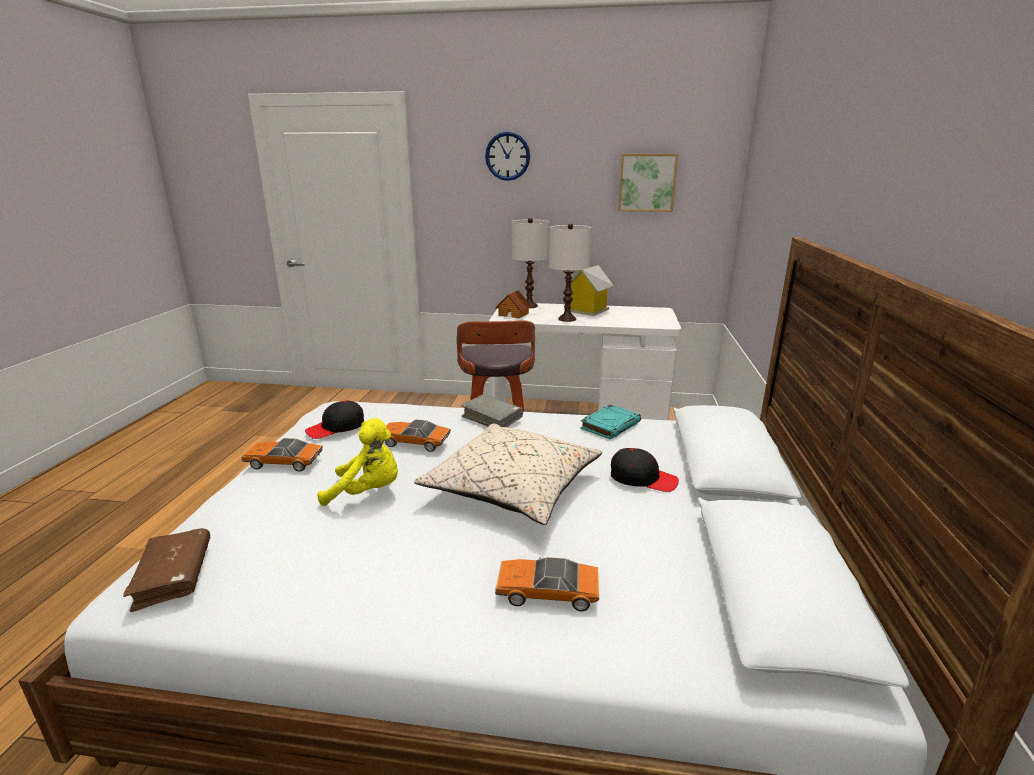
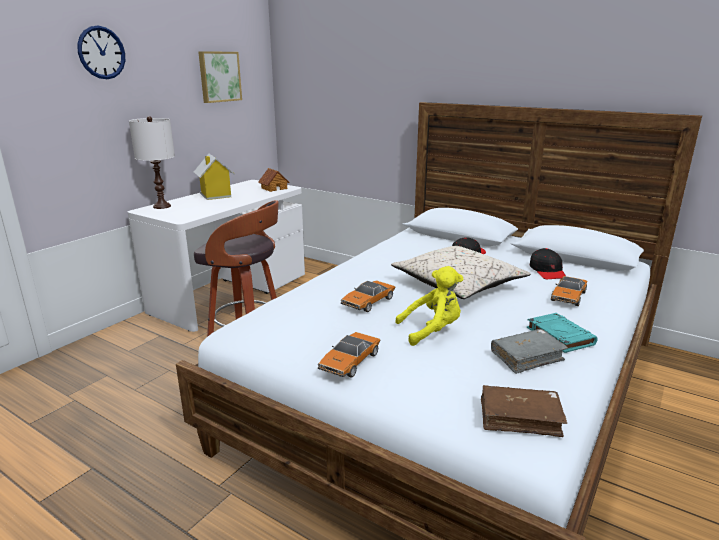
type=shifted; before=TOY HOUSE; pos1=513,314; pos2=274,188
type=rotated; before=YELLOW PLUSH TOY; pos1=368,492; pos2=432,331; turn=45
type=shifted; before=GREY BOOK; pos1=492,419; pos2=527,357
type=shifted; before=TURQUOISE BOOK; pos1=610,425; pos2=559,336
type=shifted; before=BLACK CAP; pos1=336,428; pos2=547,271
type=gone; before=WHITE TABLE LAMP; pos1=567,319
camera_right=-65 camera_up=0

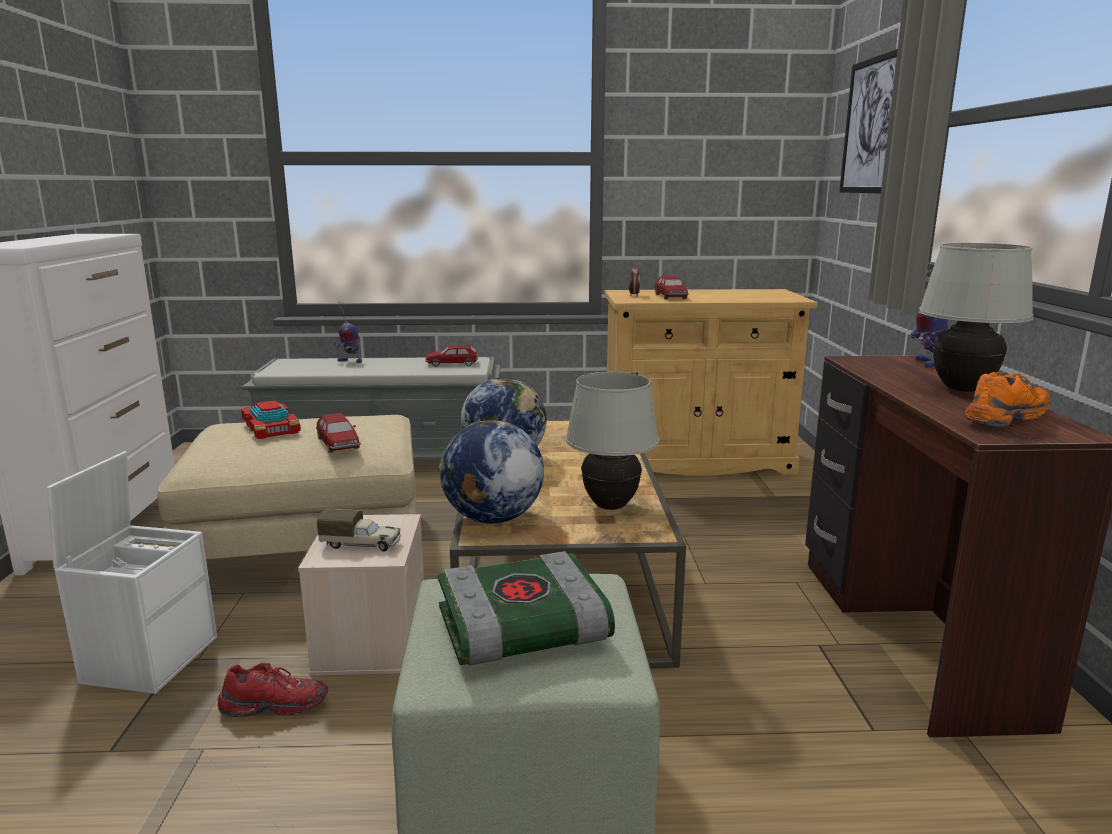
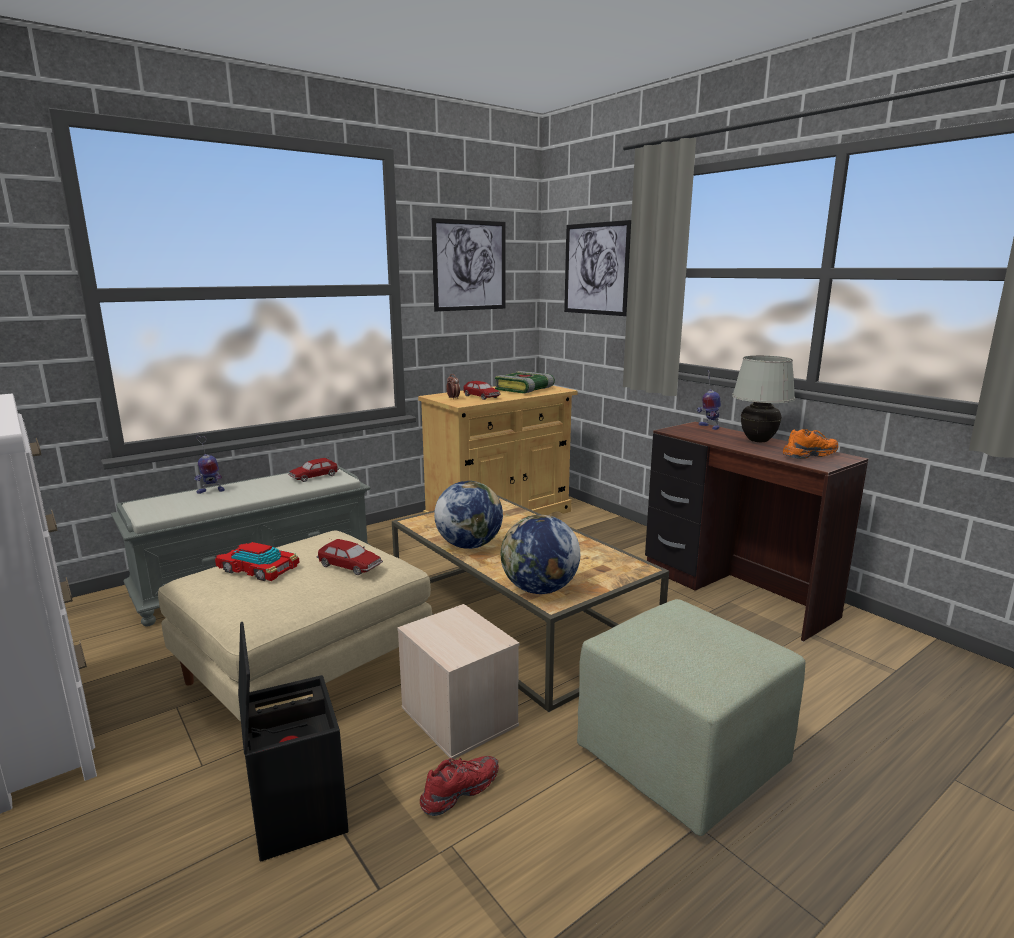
type=repainted; before=WHITE STORAGE BOX; after=BLACK STORAGE BOX; pos1=151,657; pos2=296,810
type=new; after=PICTURE; pos2=469,265
type=shifted; before=BOOK; pos1=520,629; pos2=524,389
type=rotated; before=ORANGE SHOE; pos1=1004,419; pos2=809,456; turn=45
type=gone; before=TOY TRUCK; pos1=362,544
type=gone; before=WHITE TABLE LAMP; pos1=611,506
camera_right=-35 camera_up=0

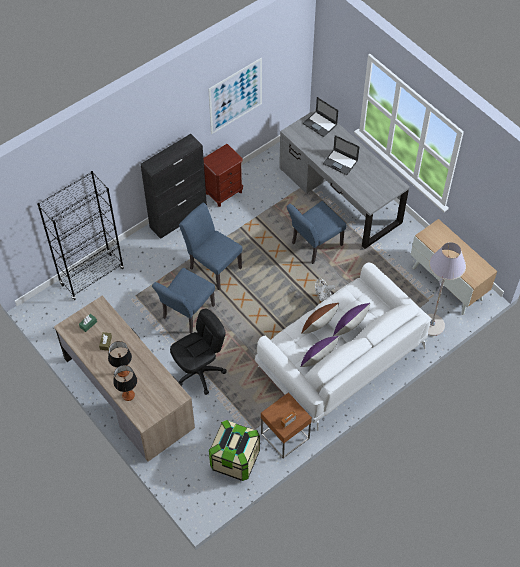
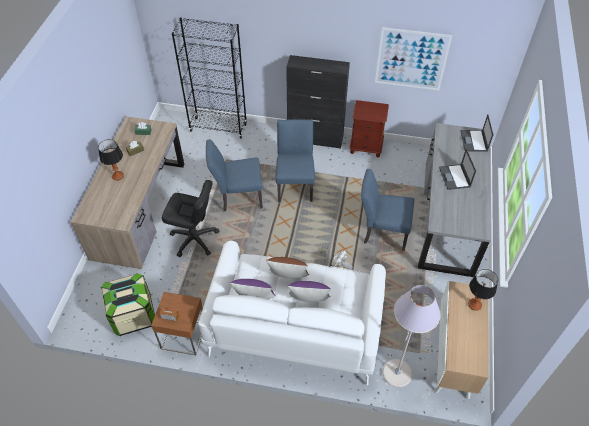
type=shifted; before=TABLE LAMP; pos1=128,395; pos2=475,304
camera_right=50 camera_up=-5

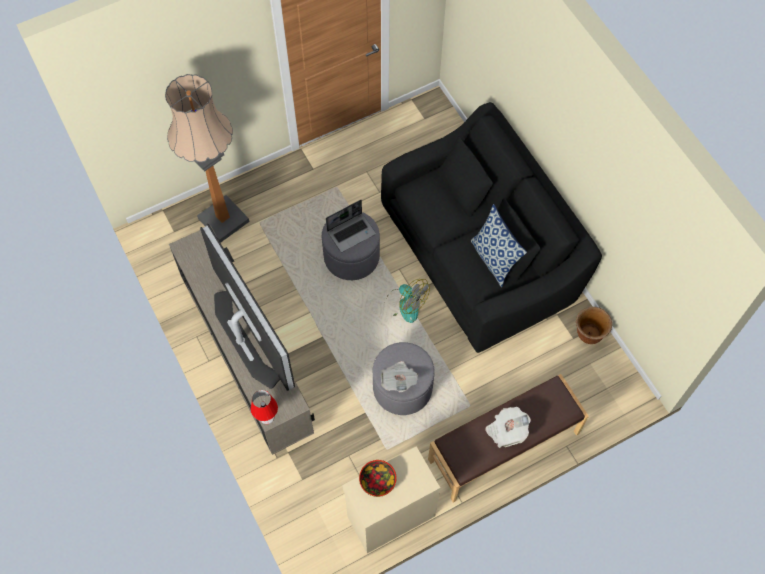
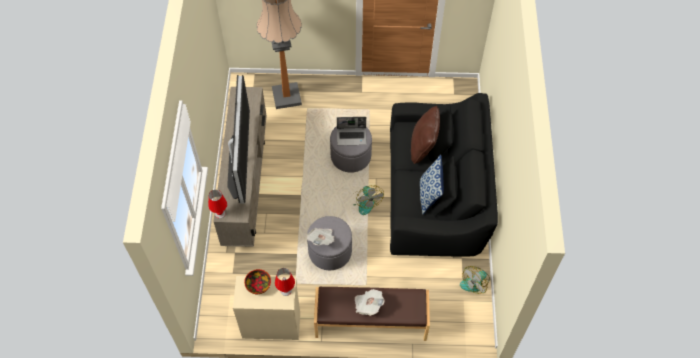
type=new; after=RED TABLE LAMP; pos2=286,290
type=new; after=BROWN PILLOW; pos2=423,147
type=swapped; before=BROWN PLANTER; after=FAN; pos1=589,334; pos2=475,282
camera_right=30 camera_up=-5

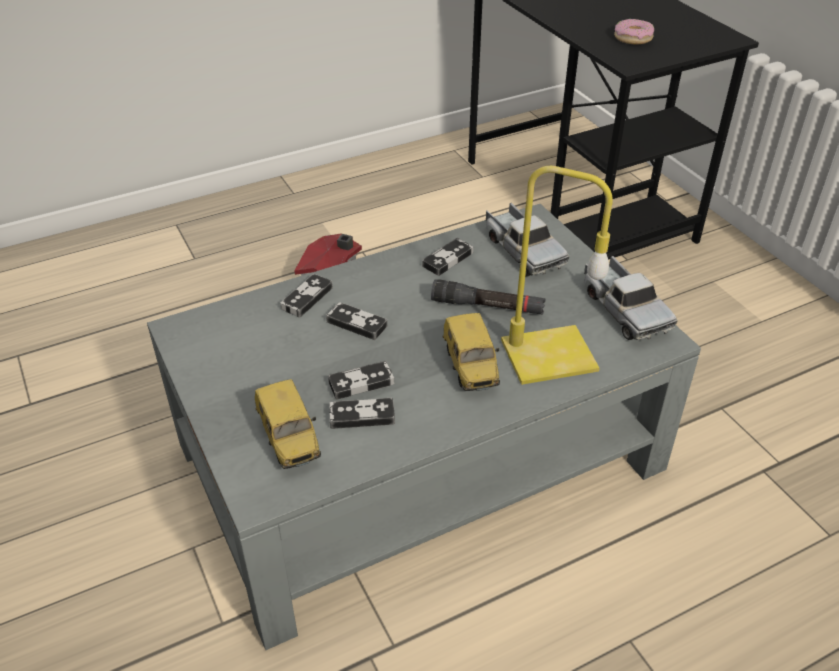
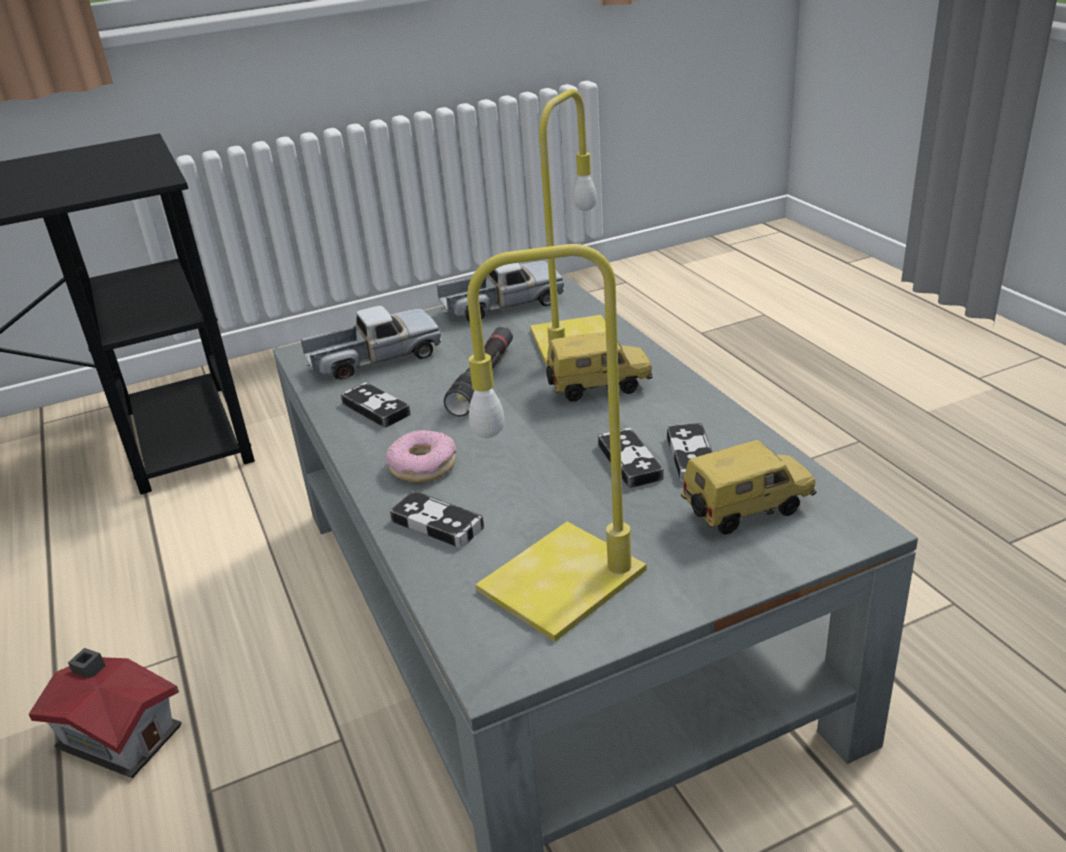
type=shifted; before=DONUT; pos1=633,38; pos2=423,466
type=new; after=YELLOW TABLE LAMP; pos2=563,577
type=gone; before=GAME CONTROLLER; pos1=356,324
camera_right=-85 camera_up=-10

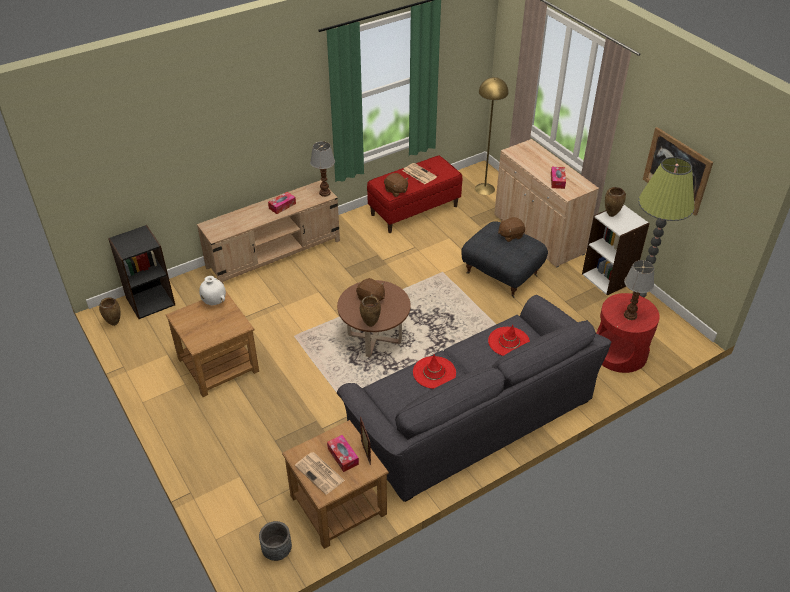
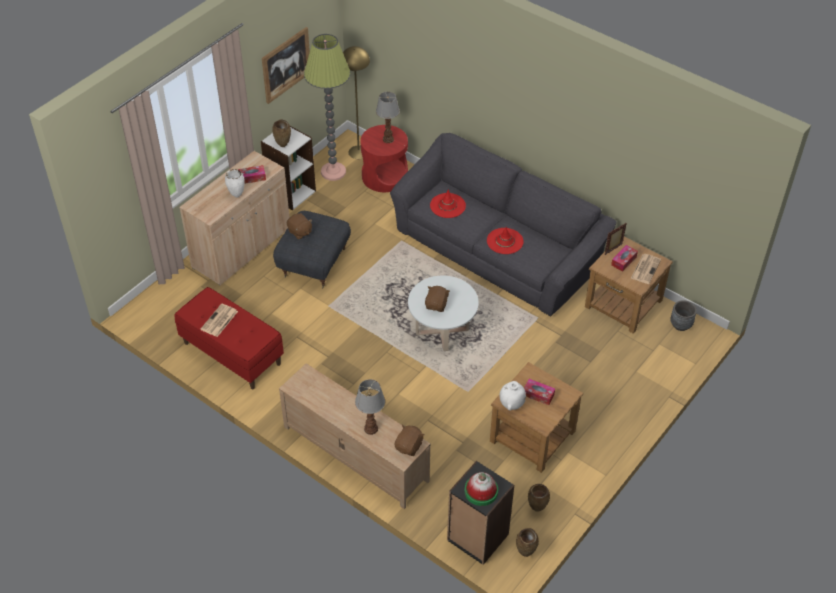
type=new; after=WHITE VASE; pos2=236,196
type=shifted; before=YELLOW FLOOR LAMP; pos1=484,189; pos2=358,152
type=shifted; before=TABLE LAMP; pos1=324,193; pos2=371,428
type=shifted; before=BROWN PLUSH TOY; pos1=396,191; pos2=409,446
type=repainted; before=BROWN COFFEE TABLE; after=WHITE COFFEE TABLE; pos1=374,338; pos2=442,331
type=new; after=HAT; pos2=481,491
type=shifted; before=TISSUE BOX; pos1=282,206; pos2=538,394
type=shifted; before=BROWN VASE; pos1=370,324; pos2=536,509
camera_right=-110 camera_up=5

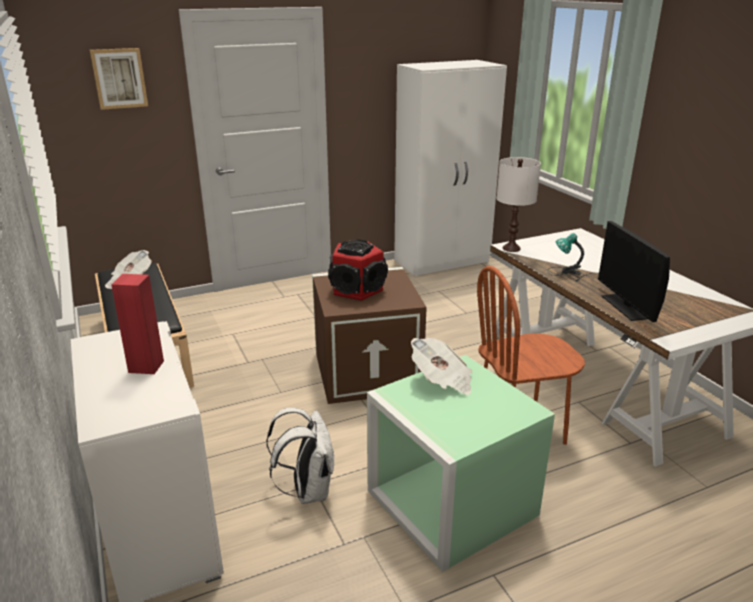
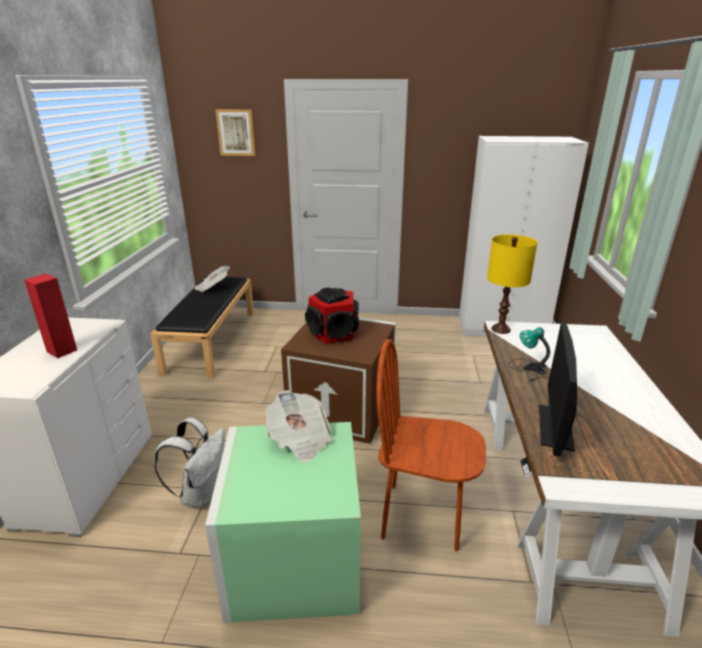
type=repainted; before=WHITE TABLE LAMP; after=YELLOW TABLE LAMP; pos1=511,248; pos2=501,329
camera_right=30 camera_up=0

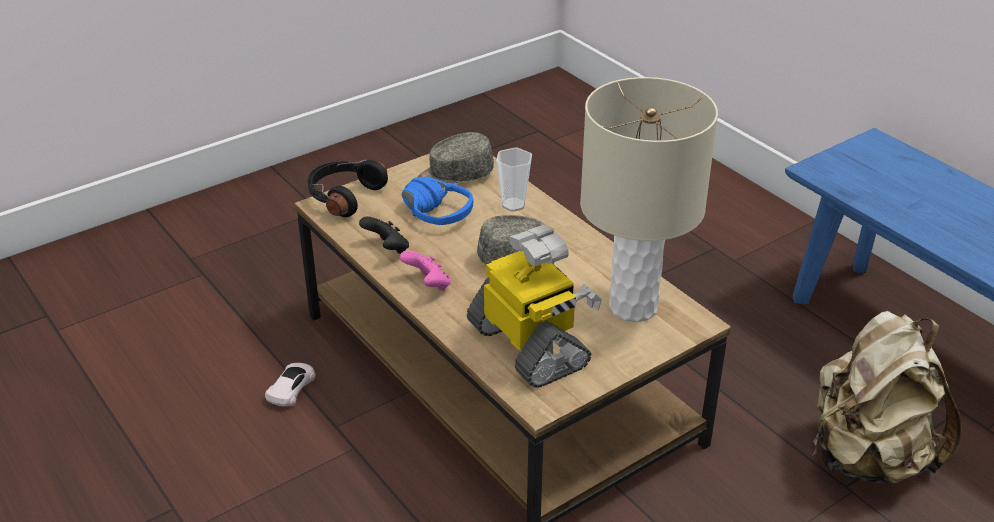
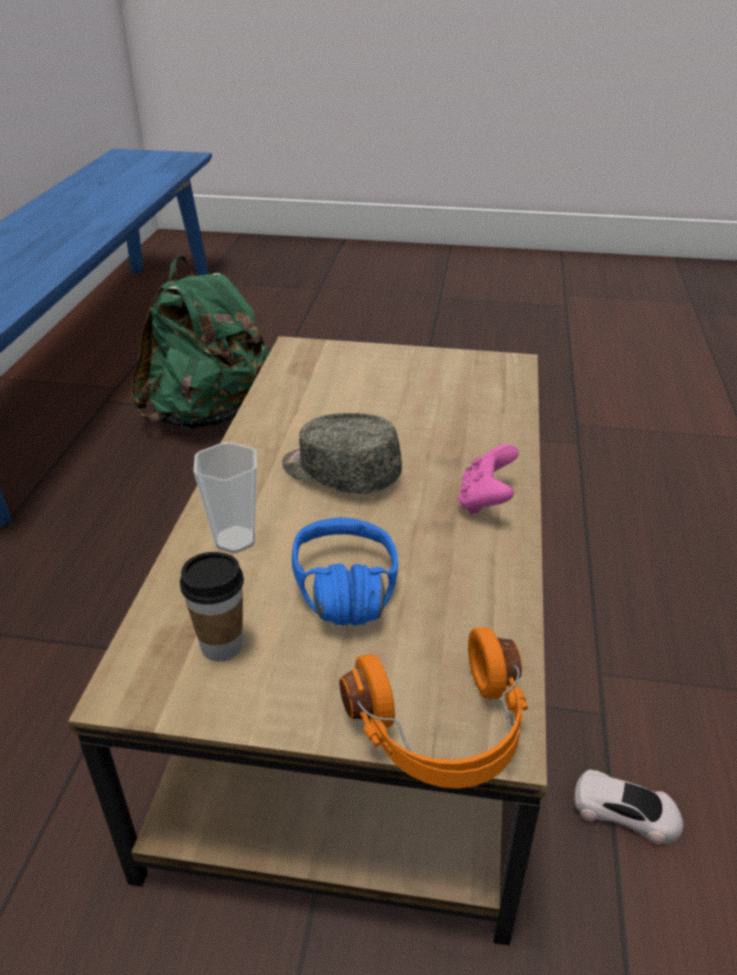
type=repainted; before=BEIGE BACKPACK; after=GREEN BACKPACK; pos1=868,457; pos2=211,415
type=swapped; before=GREY CAP; after=CUP; pos1=454,175; pos2=222,646
type=repainted; before=BLACK HEADPHONES; after=ORANGE HEADPHONES; pos1=343,196; pos2=443,731
type=rotated; before=WHITE TOY CAR; pos1=292,388; pos2=626,812; turn=-135
type=gone; before=BLACK GAME CONTROLLER; pos1=387,249
type=gone; before=TOY ROBOT; pos1=530,346
type=gone; before=BEIGE TABLE LAMP; pos1=632,306
camera_right=-135 camera_up=0

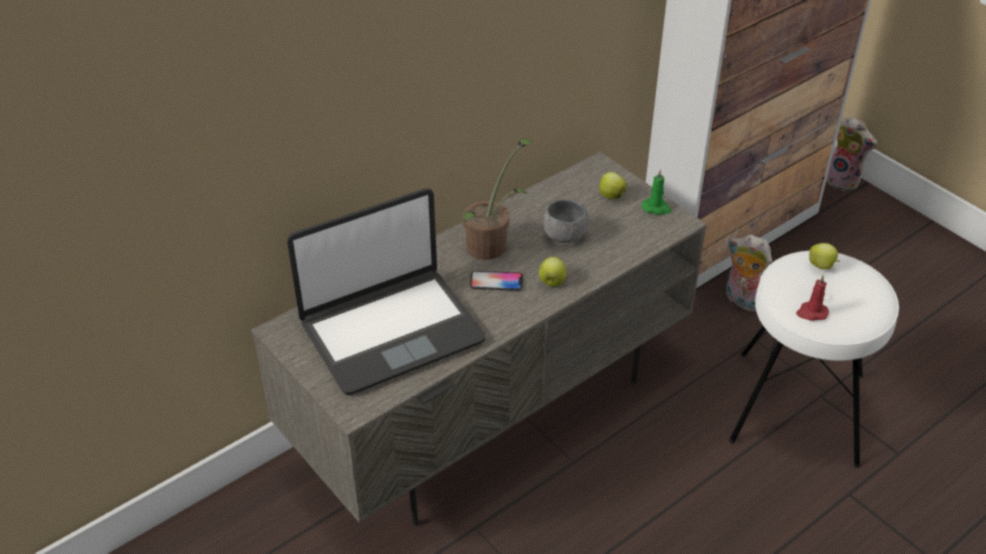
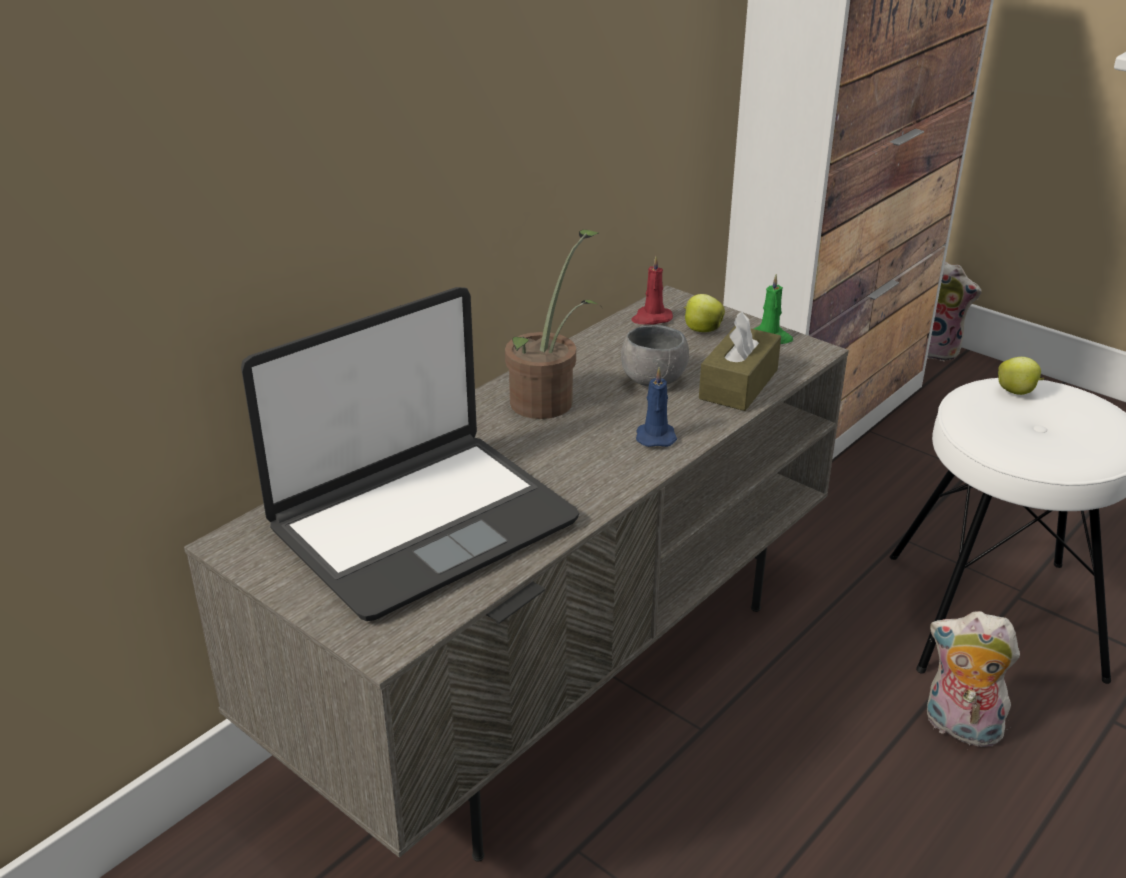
type=shifted; before=RED CANDLE; pos1=811,313; pos2=651,318
type=swapped; before=APPLE; after=BLUE CANDLE; pos1=552,282; pos2=655,436
type=new; after=BROWN TISSUE BOX; pos2=738,384
type=shifted; before=PLUSH TOY; pos1=742,300; pos2=959,728
type=gone; before=PHONE; pos1=496,282
camera_right=-10 camera_up=-10

